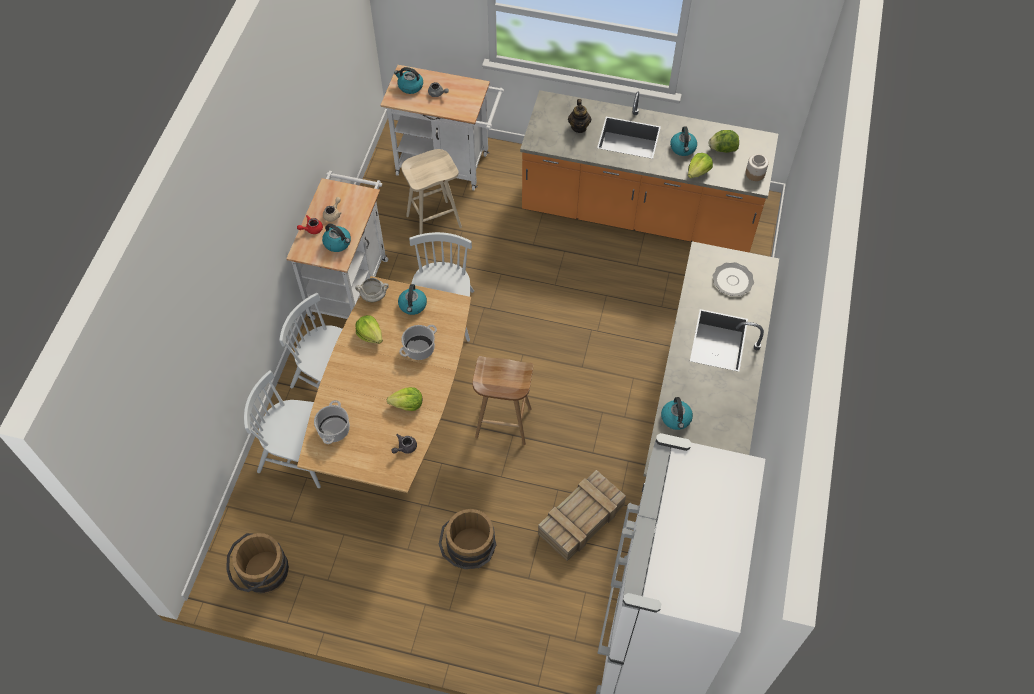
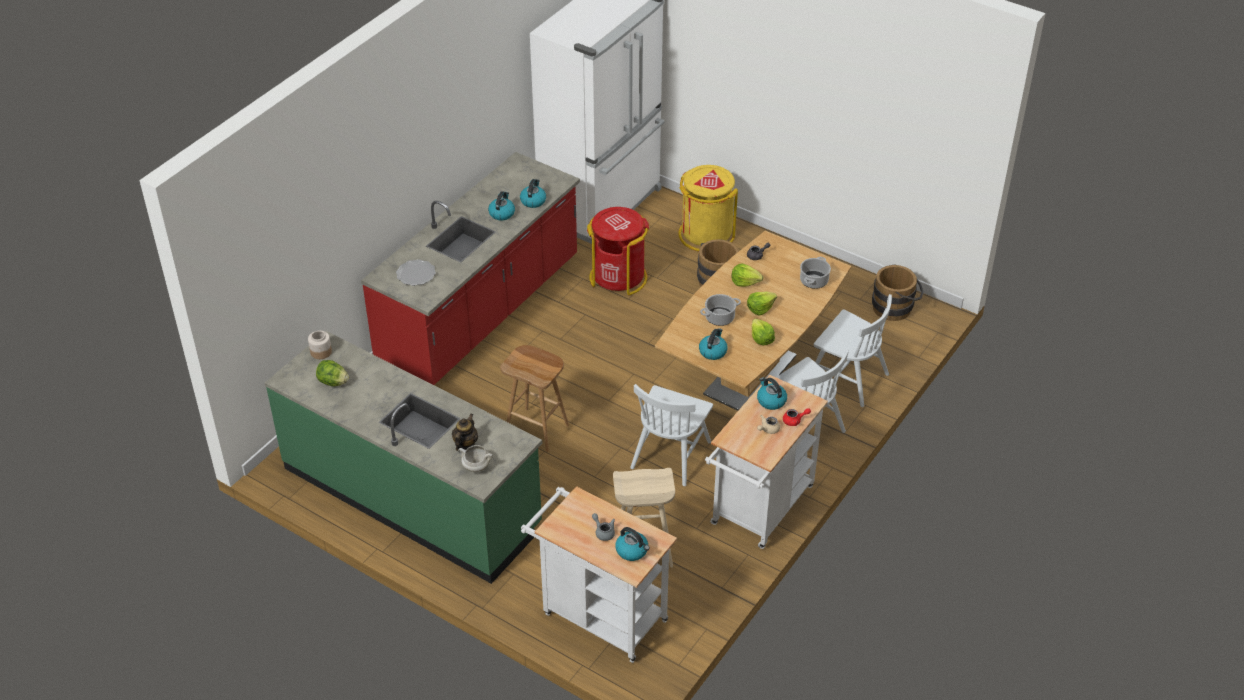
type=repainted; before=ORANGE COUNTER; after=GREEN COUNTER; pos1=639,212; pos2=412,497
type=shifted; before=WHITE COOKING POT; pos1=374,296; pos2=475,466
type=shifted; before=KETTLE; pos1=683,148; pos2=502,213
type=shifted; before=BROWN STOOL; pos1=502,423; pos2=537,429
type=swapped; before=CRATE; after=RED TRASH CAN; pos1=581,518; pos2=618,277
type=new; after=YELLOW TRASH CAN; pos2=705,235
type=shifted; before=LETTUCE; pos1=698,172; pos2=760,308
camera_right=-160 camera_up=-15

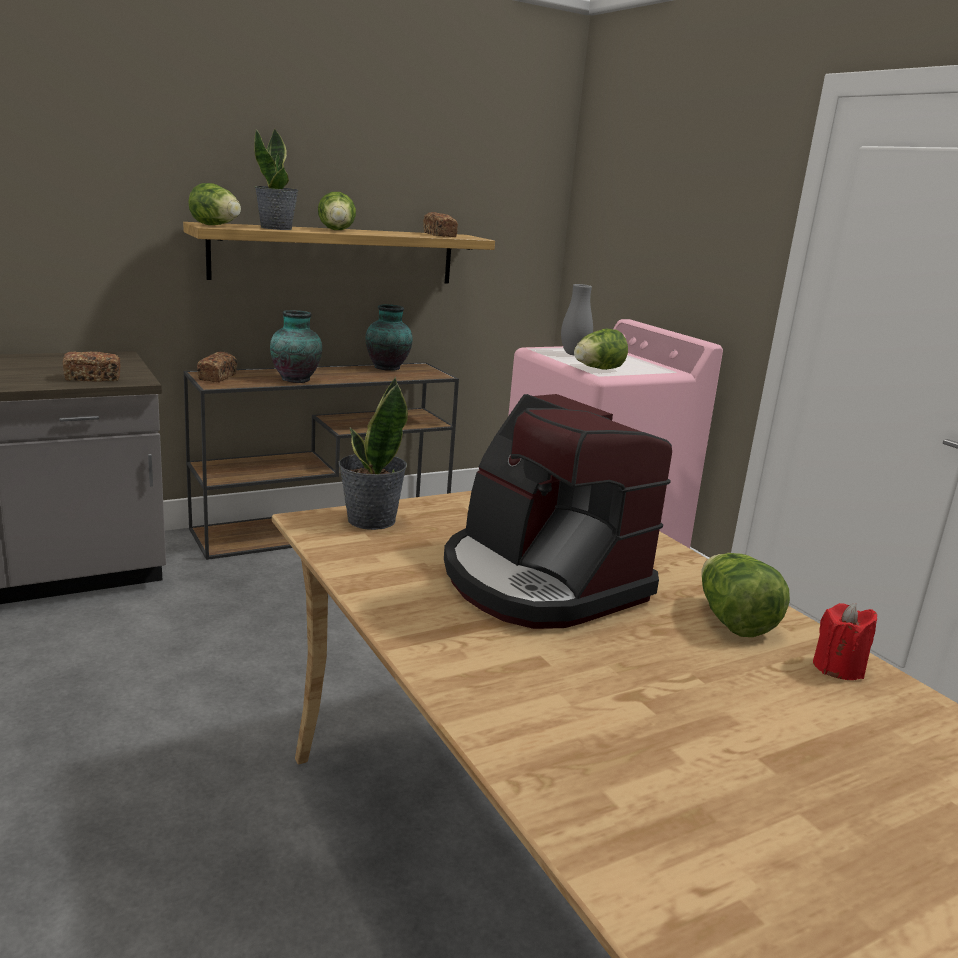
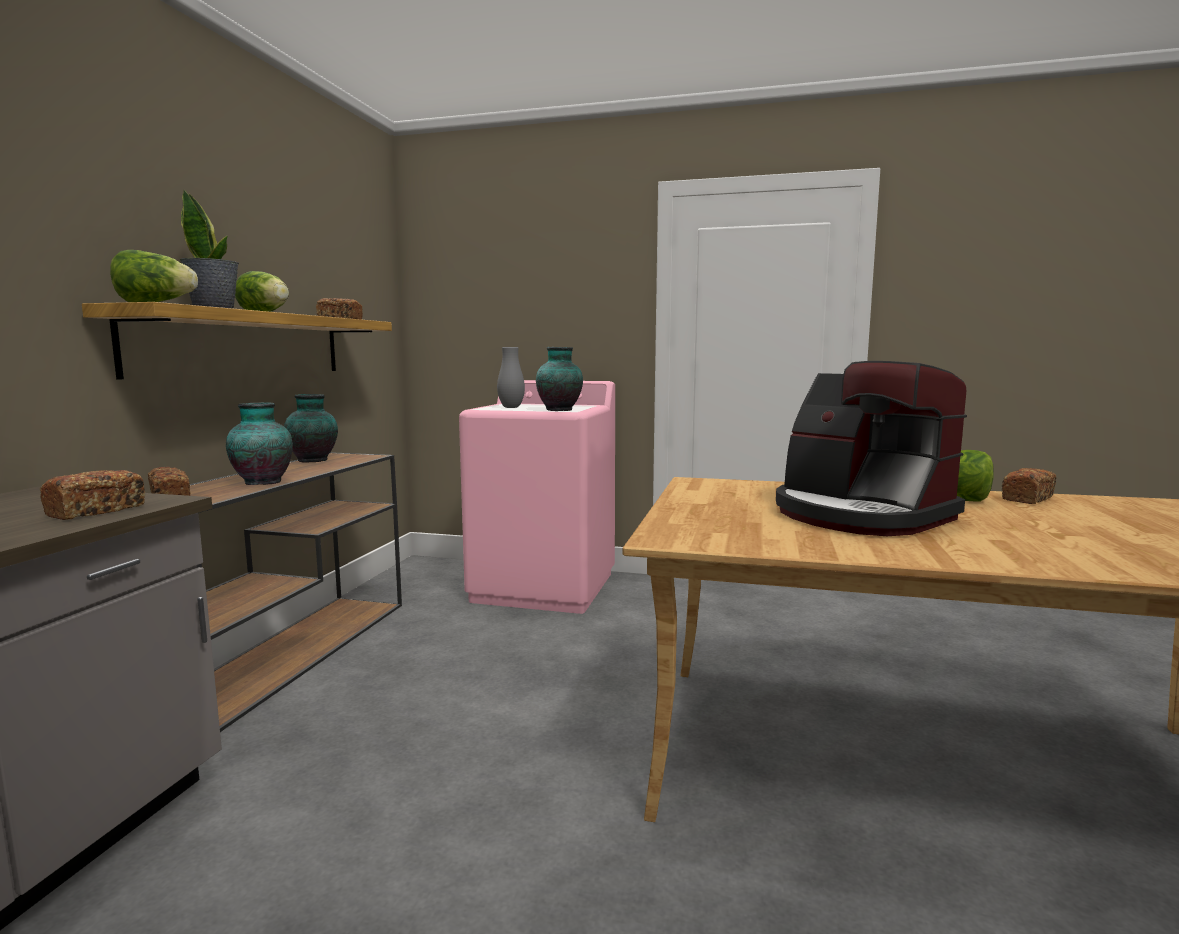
type=swapped; before=LETTUCE; after=VASE; pos1=598,369; pos2=560,410
type=rotated; before=COFFEE MACHINE; pos1=540,581; pos2=859,515; turn=45
type=swapped; before=RED CANDLE; after=BREAD; pos1=838,668; pos2=1027,498
type=gone; before=POTTED PLANT; pos1=370,520
camera_right=-45 camera_up=-10

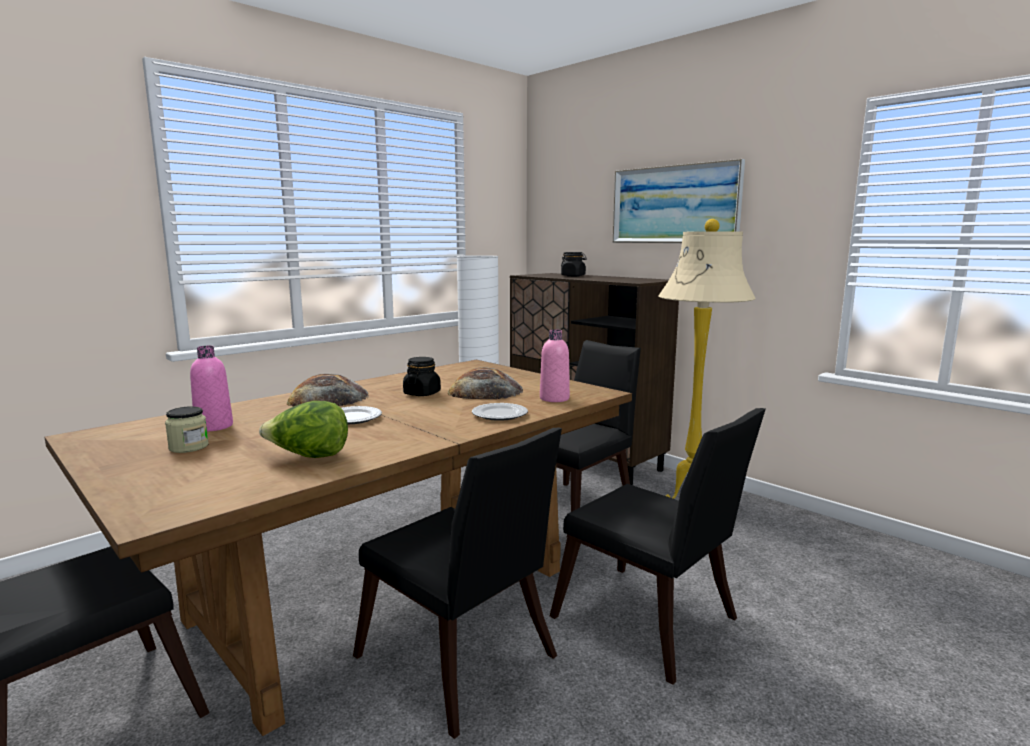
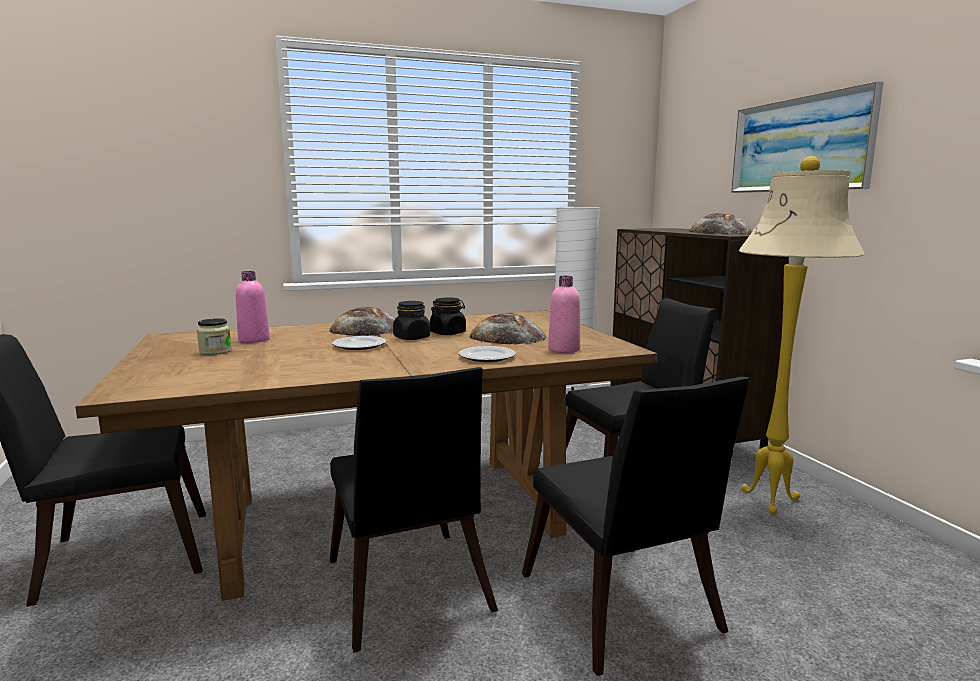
type=shifted; before=BLACK JAR; pos1=573,276; pos2=412,338
type=new; after=BREAD; pos2=720,232
type=gone; before=LETTUCE; pos1=309,457
camera_right=25 camera_up=0

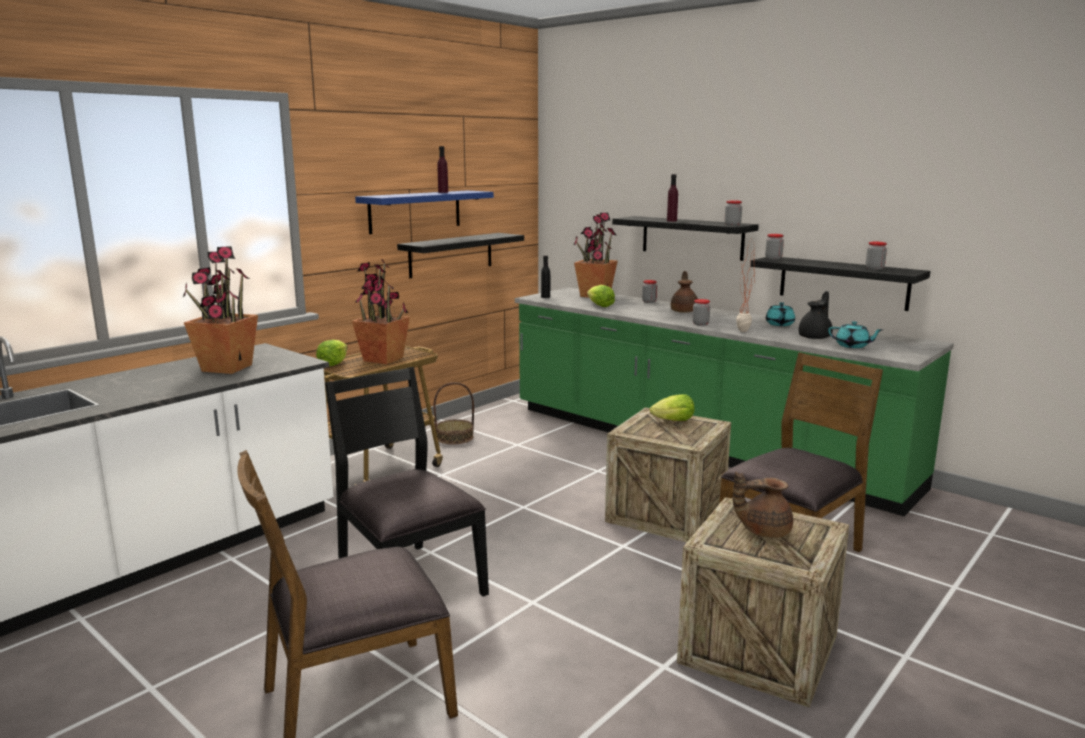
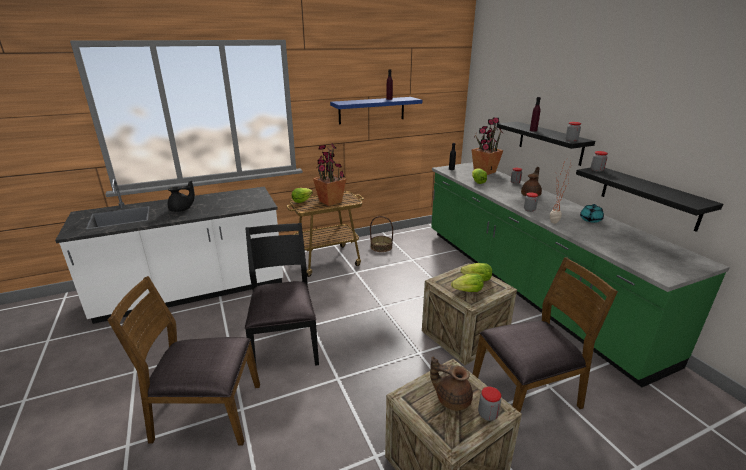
type=shifted; before=BLACK TEAPOT; pos1=816,337; pos2=182,210
type=new; after=LETTUCE; pos2=468,291
type=shifted; before=JAR; pos1=874,268; pos2=487,414
type=gone; before=POTTED PLANT; pos1=226,368
type=gone; before=BLACK SHELF; pos1=451,254
type=gone; before=TURQUOISE TEAPOT; pos1=852,346
camera_right=25 camera_up=10

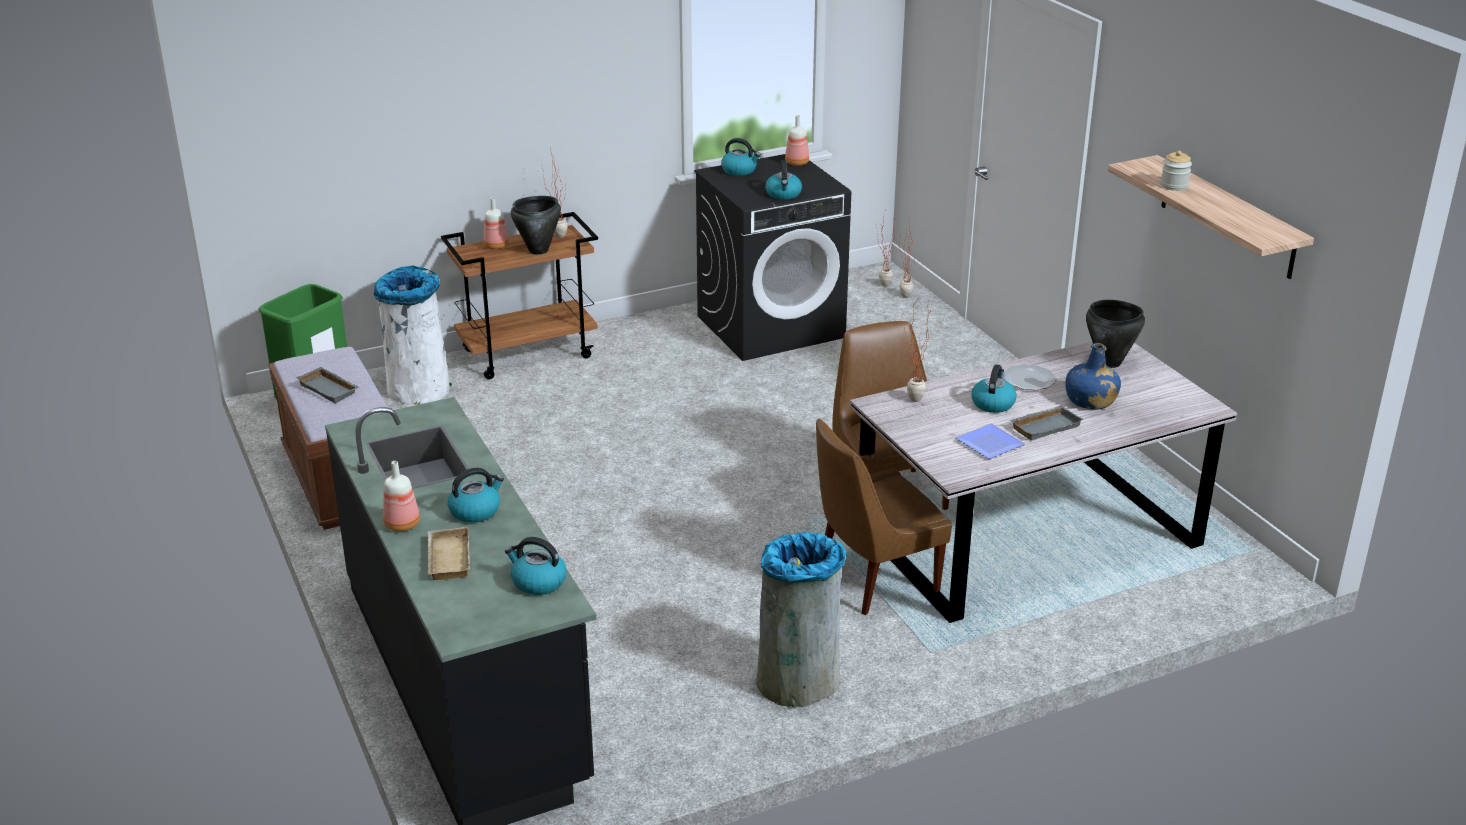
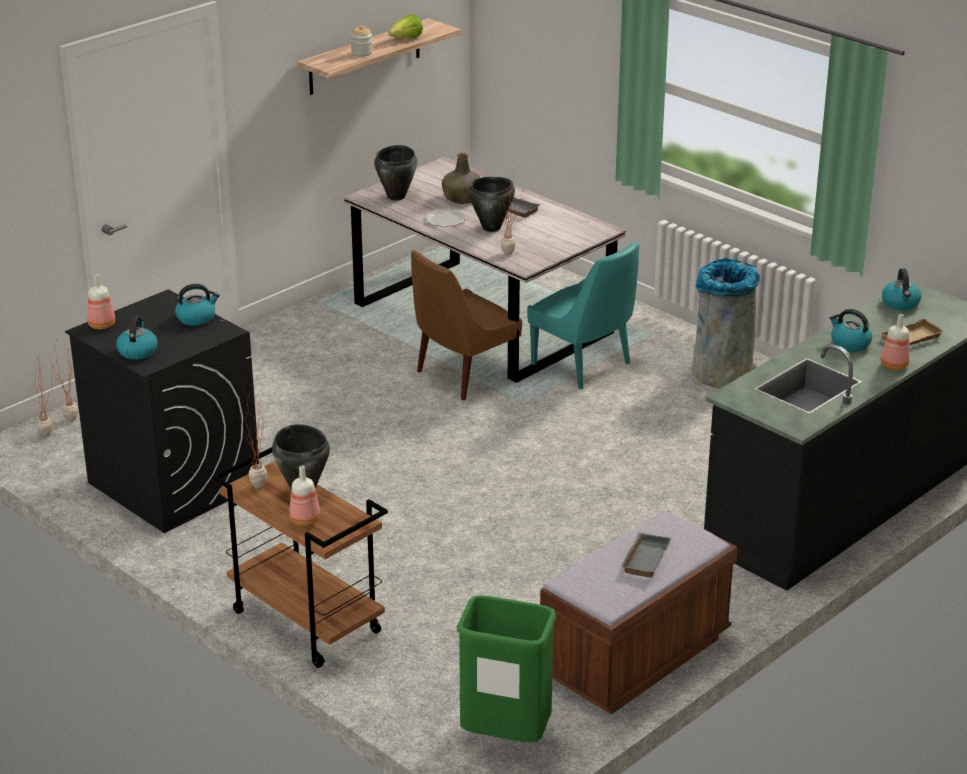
type=new; after=LETTUCE; pos2=406,39
type=repainted; before=BLUE BOTTLE; after=GREEN BOTTLE; pos1=1090,401; pos2=462,198
type=swapped; before=KETTLE; after=BLACK COOKING POT; pos1=992,403; pos2=492,228
type=repainted; before=BROWN CHAIR; after=TURQUOISE CHAIR; pos1=873,579; pos2=584,366
type=gone; before=WHITE TRASH CAN; pos1=418,389
type=gone; before=PLATE; pos1=990,442
camera_right=-110 camera_up=0

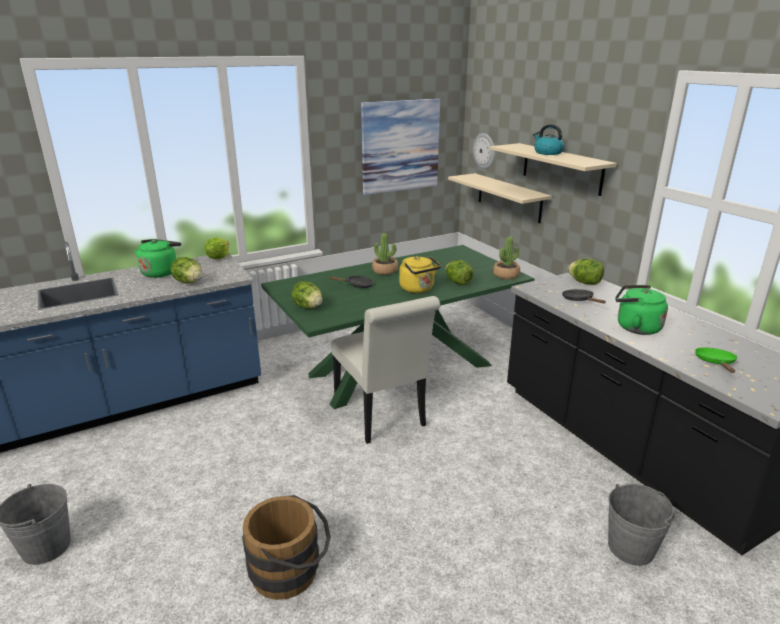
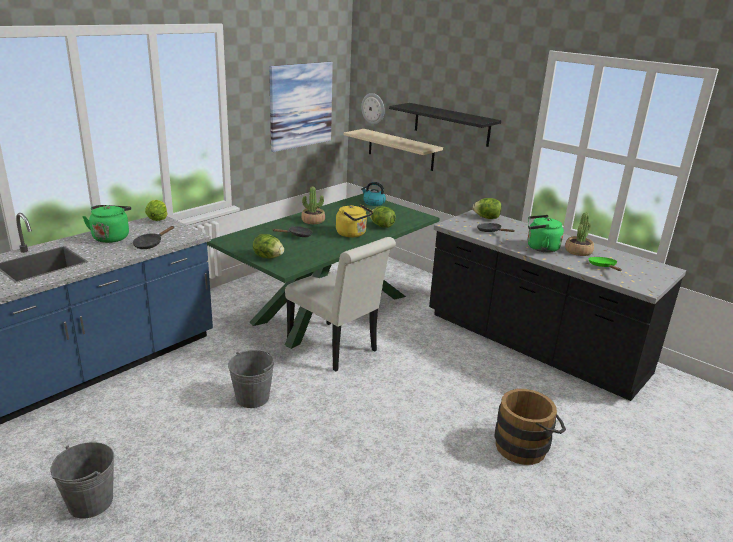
type=swapped; before=LETTUCE; after=BLACK FRYING PAN; pos1=189,282; pos2=150,244
type=shifted; before=GREY BUCKET; pos1=631,547; pos2=252,397
type=shifted; before=KETTLE; pos1=547,153; pos2=373,203
type=repainted; before=BEIGE SHELF; after=BLACK SHELF; pos1=561,168; pos2=451,124
type=shifted; before=BROWN BUCKET; pos1=291,572; pos2=525,446
type=shifted; before=POTTED PLANT; pos1=506,275; pos2=578,251
camera_right=-20 camera_up=0

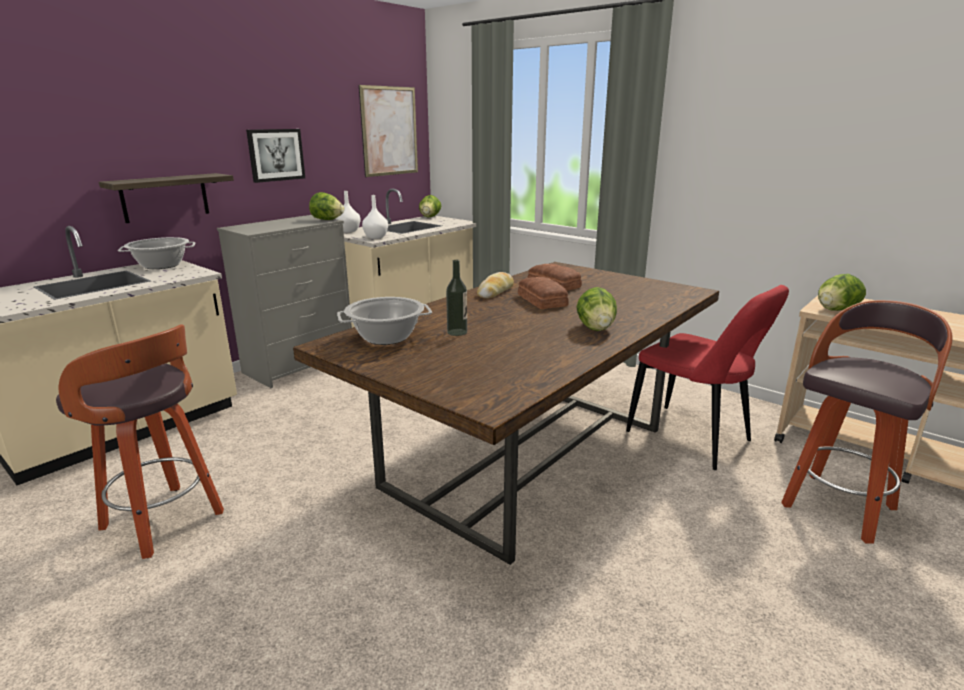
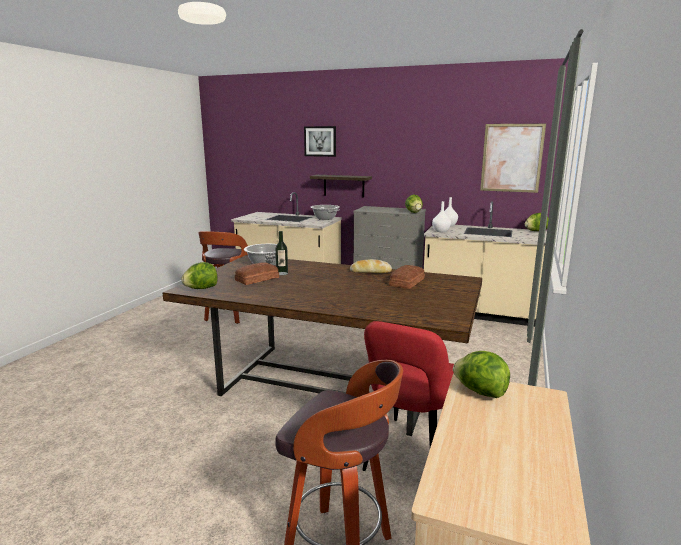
type=shifted; before=LETTUCE; pos1=596,328; pos2=201,288
type=shifted; before=BREAD; pos1=541,300; pos2=256,279
type=shifted; before=PICTURE; pos1=276,155; pos2=320,141
camera_right=70 camera_up=-5

